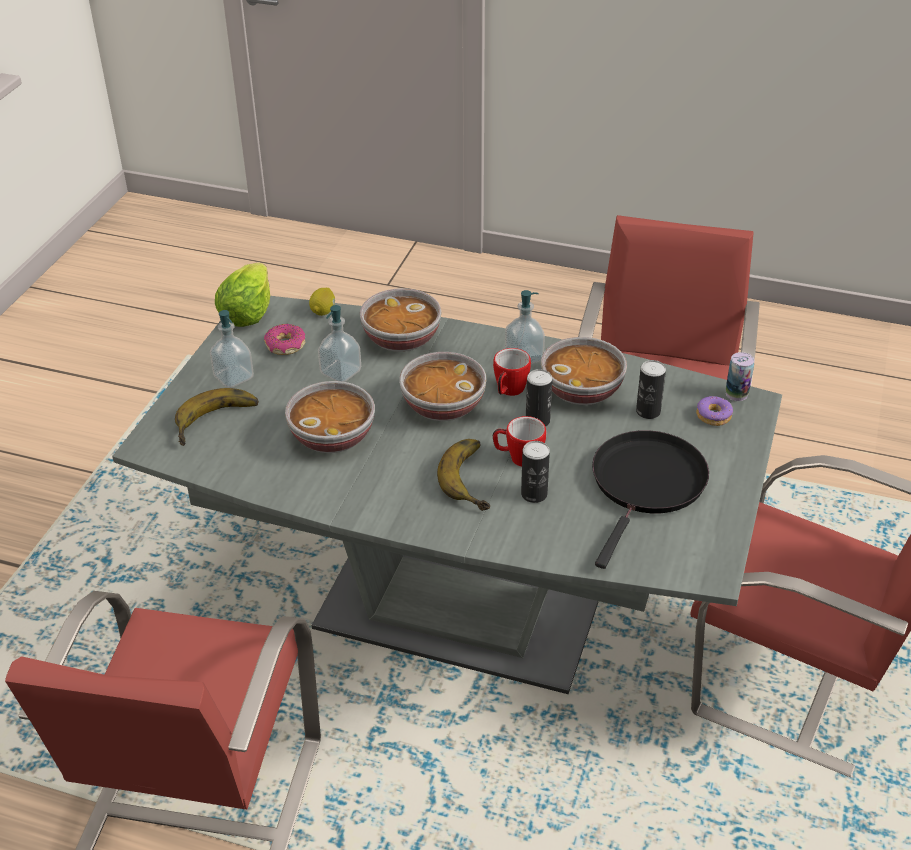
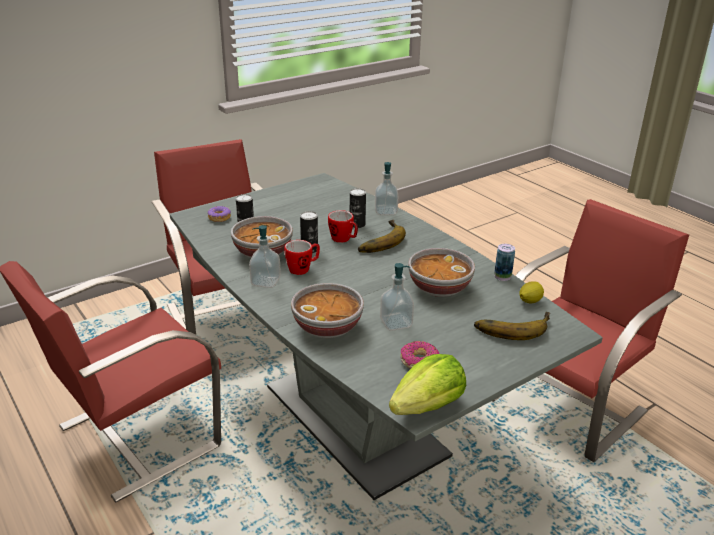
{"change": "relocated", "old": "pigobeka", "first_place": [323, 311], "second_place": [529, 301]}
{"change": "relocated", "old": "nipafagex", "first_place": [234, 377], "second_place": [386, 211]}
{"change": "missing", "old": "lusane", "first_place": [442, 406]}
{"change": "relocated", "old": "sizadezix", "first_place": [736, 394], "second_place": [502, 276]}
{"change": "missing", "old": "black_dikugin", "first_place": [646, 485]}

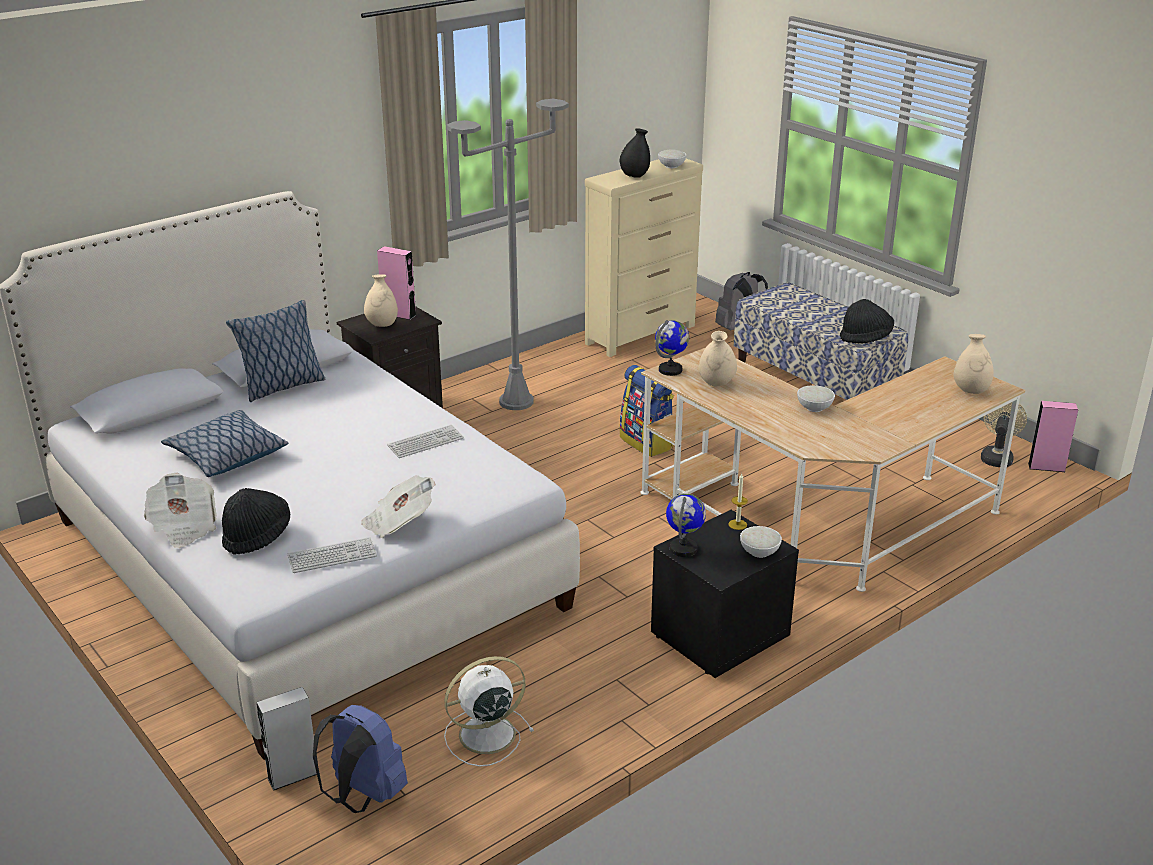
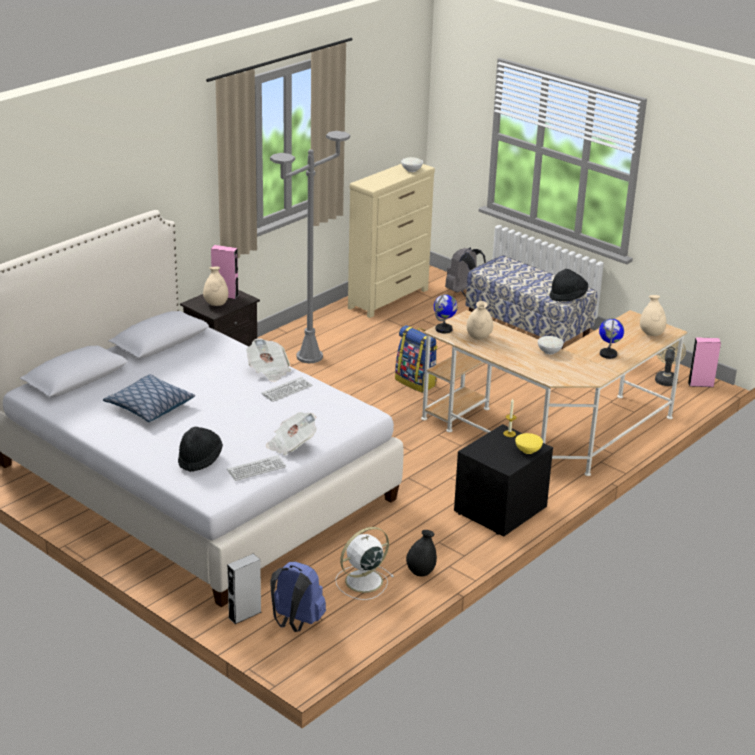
{"change": "relocated", "old": "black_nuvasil", "first_place": [634, 176], "second_place": [421, 572]}
{"change": "missing", "old": "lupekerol", "first_place": [282, 387]}
{"change": "relocated", "old": "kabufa", "first_place": [183, 527], "second_place": [268, 371]}
{"change": "relocated", "old": "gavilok", "first_place": [683, 549], "second_place": [608, 354]}
{"change": "colour", "old": "white_lusane", "new": "yellow_lusane", "first_place": [760, 552], "second_place": [528, 450]}

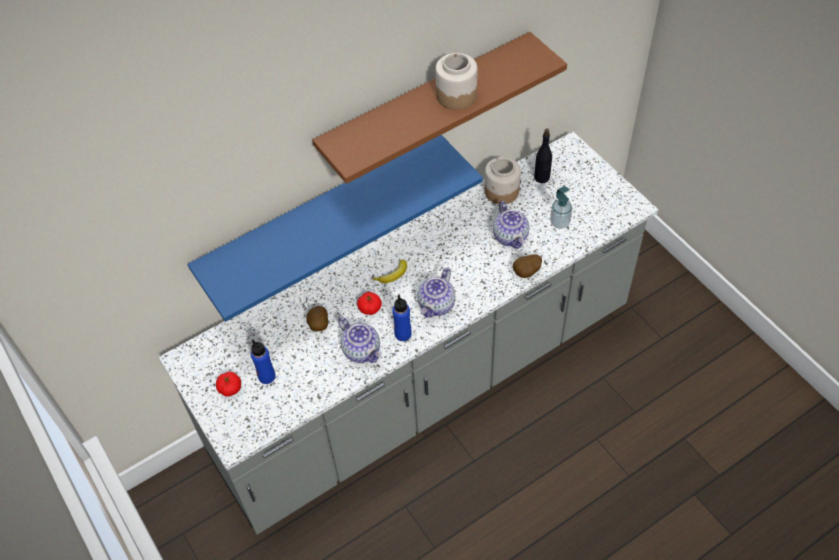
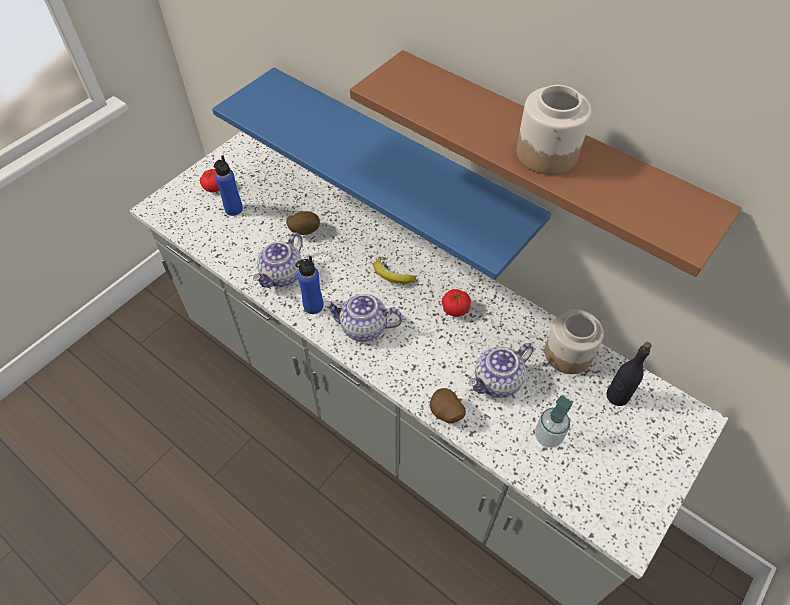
{"change": "relocated", "old": "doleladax", "first_place": [370, 308], "second_place": [455, 309]}

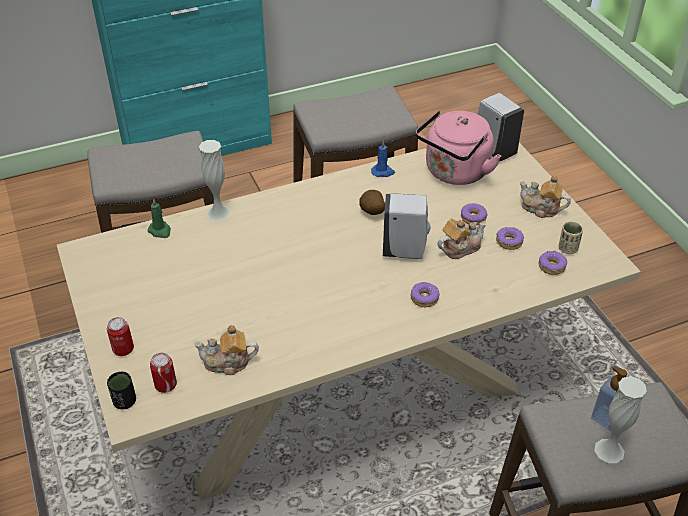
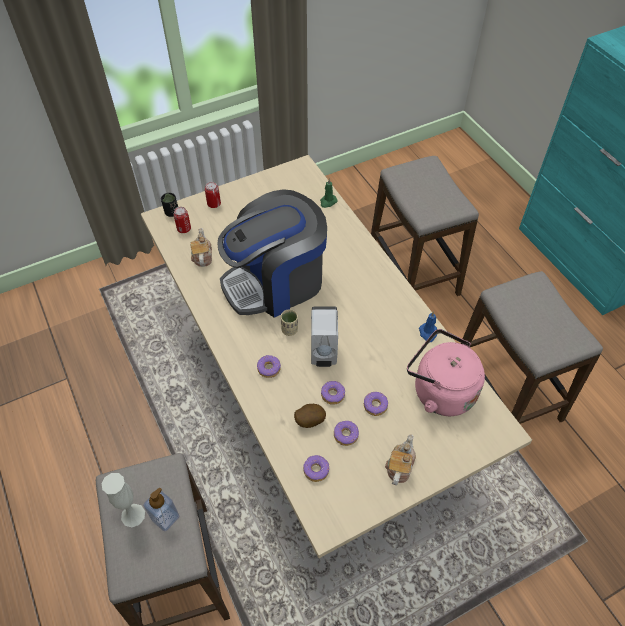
{"change": "missing", "old": "white_nipafagex", "first_place": [493, 150]}
{"change": "missing", "old": "white_nuvasil", "first_place": [218, 213]}
{"change": "relocated", "old": "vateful", "first_place": [371, 213], "second_place": [309, 420]}
{"change": "exchanged", "old": "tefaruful", "new": "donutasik", "first_place": [459, 248], "second_place": [332, 394]}
{"change": "relocated", "old": "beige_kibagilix", "first_place": [567, 249], "second_place": [289, 330]}
{"change": "appeared", "new": "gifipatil", "second_place": [276, 282]}

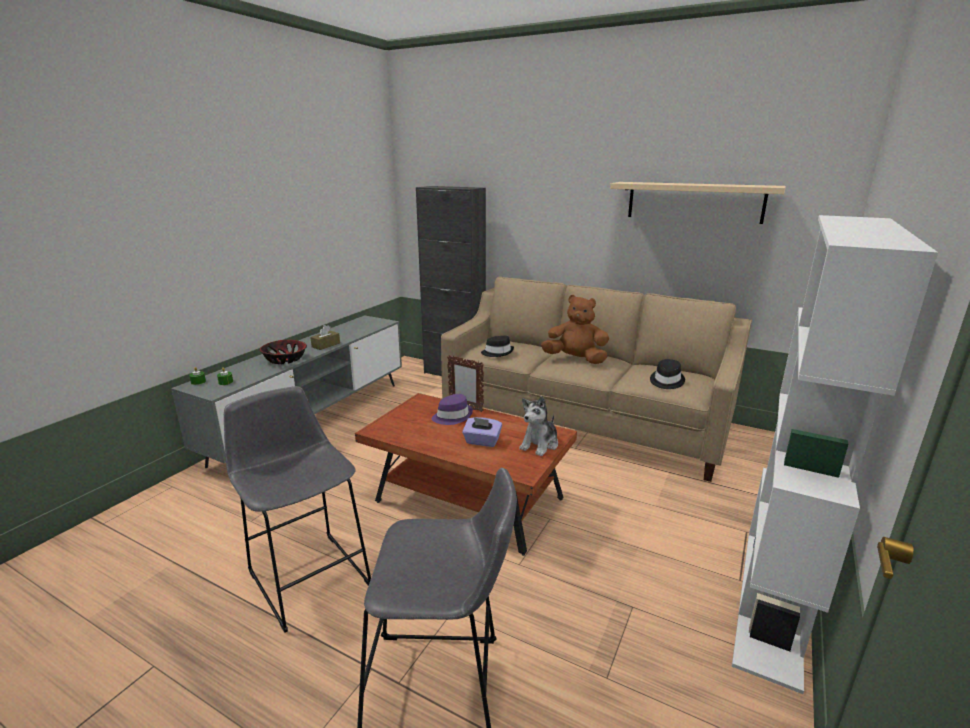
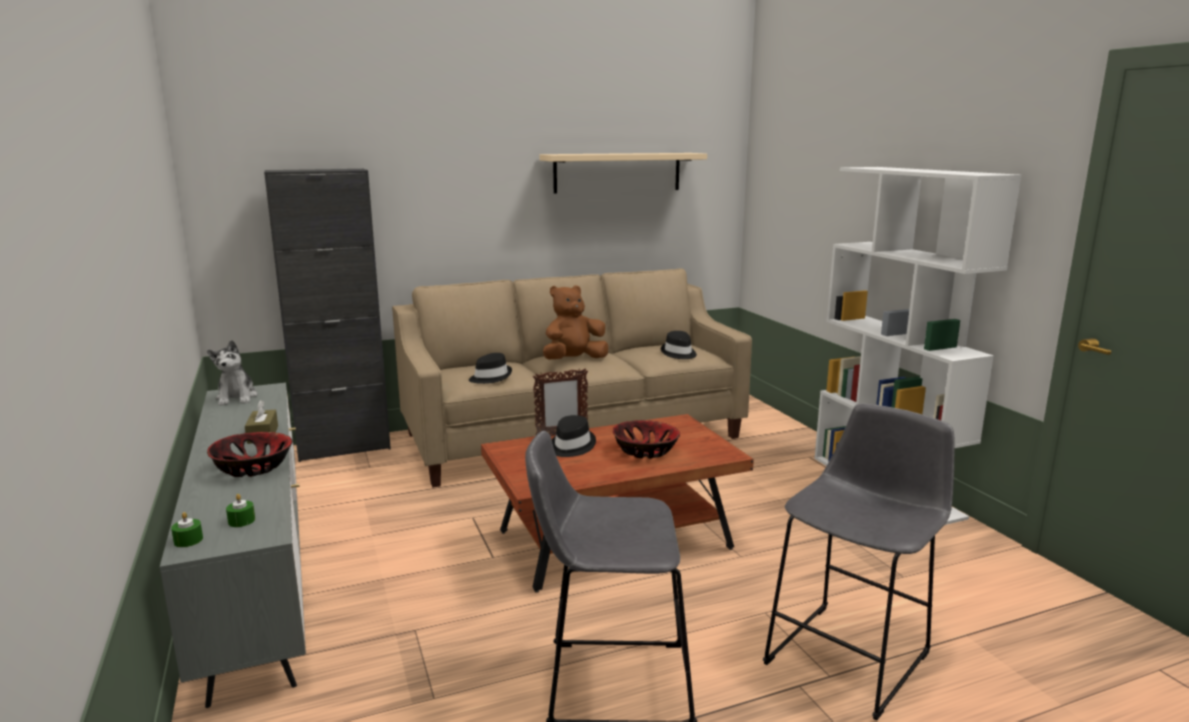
{"change": "colour", "old": "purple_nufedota", "new": "black_nufedota", "first_place": [452, 416], "second_place": [570, 446]}
{"change": "relocated", "old": "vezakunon", "first_place": [540, 444], "second_place": [237, 398]}
{"change": "exchanged", "old": "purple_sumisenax", "new": "lusane", "first_place": [482, 441], "second_place": [645, 451]}

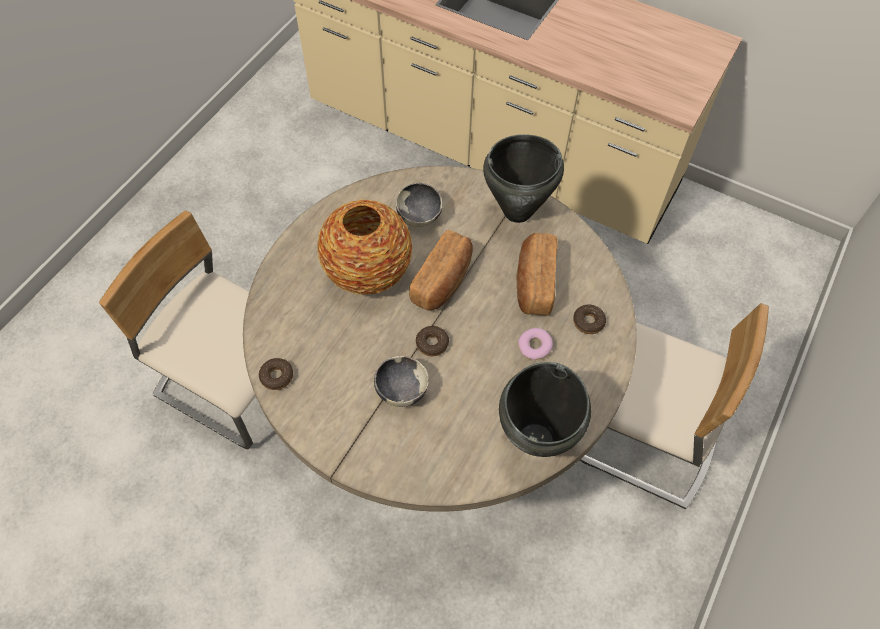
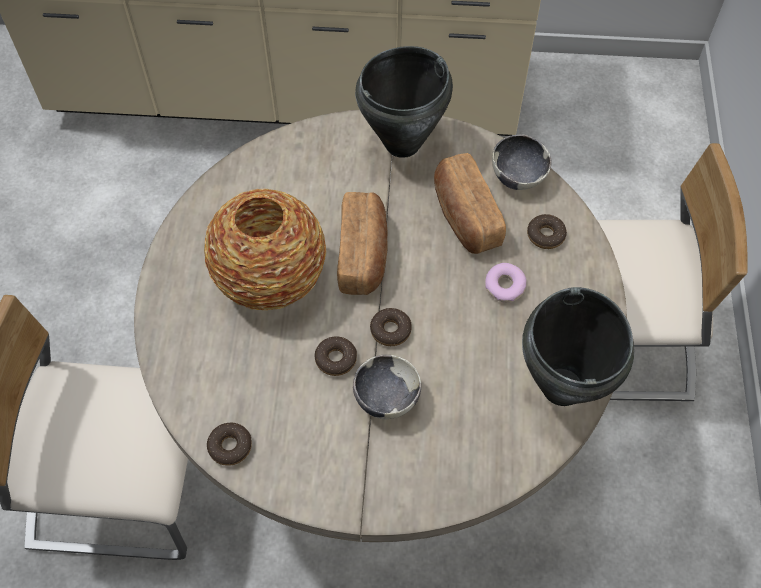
{"change": "relocated", "old": "lusane", "first_place": [419, 217], "second_place": [518, 177]}
{"change": "appeared", "new": "donutasik", "second_place": [336, 359]}

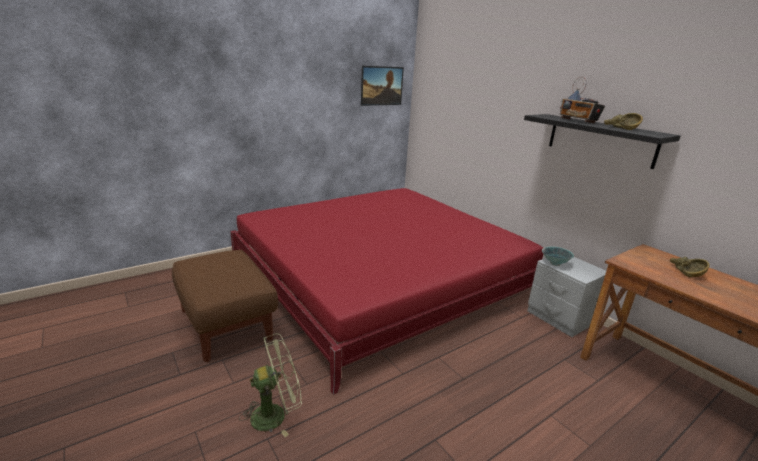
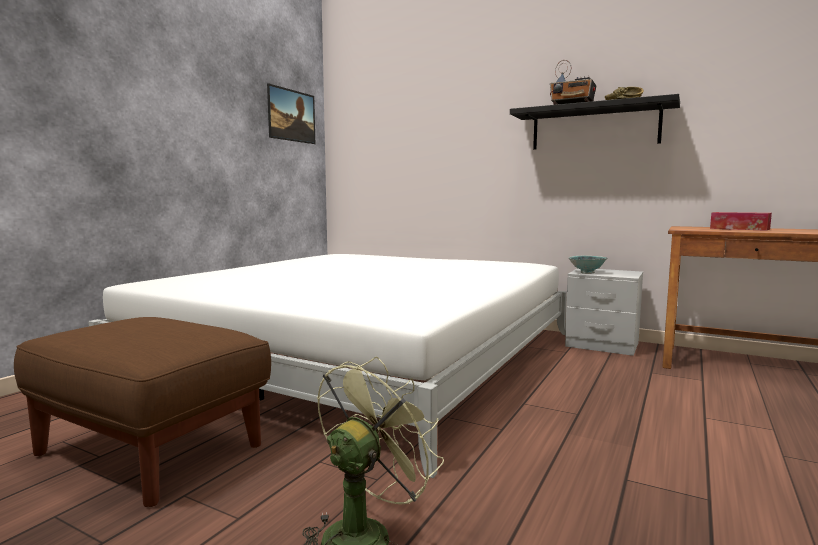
{"change": "colour", "old": "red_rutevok", "new": "white_rutevok", "first_place": [380, 277], "second_place": [360, 353]}
{"change": "exchanged", "old": "brown_lusane", "new": "sumisenax", "first_place": [684, 272], "second_place": [739, 229]}

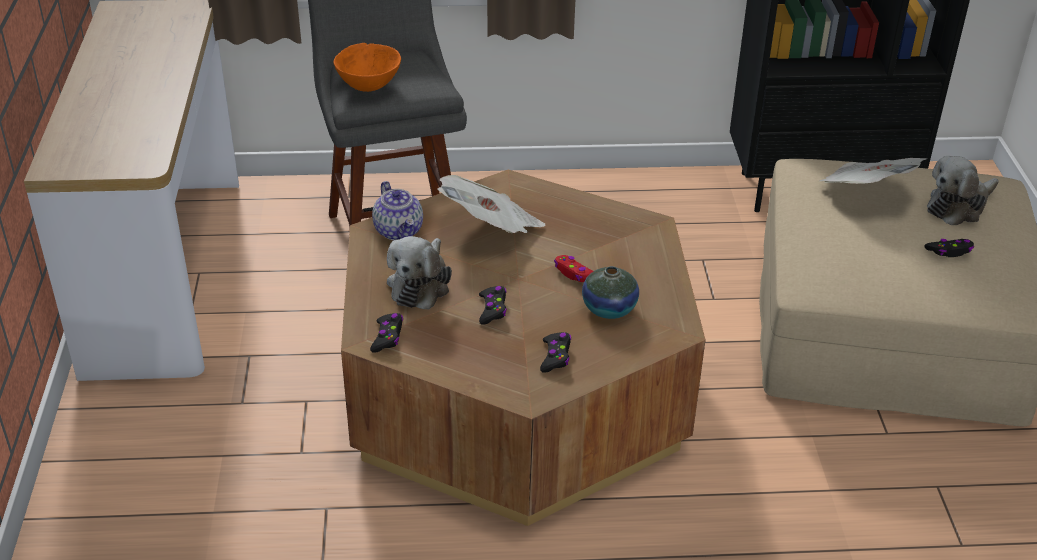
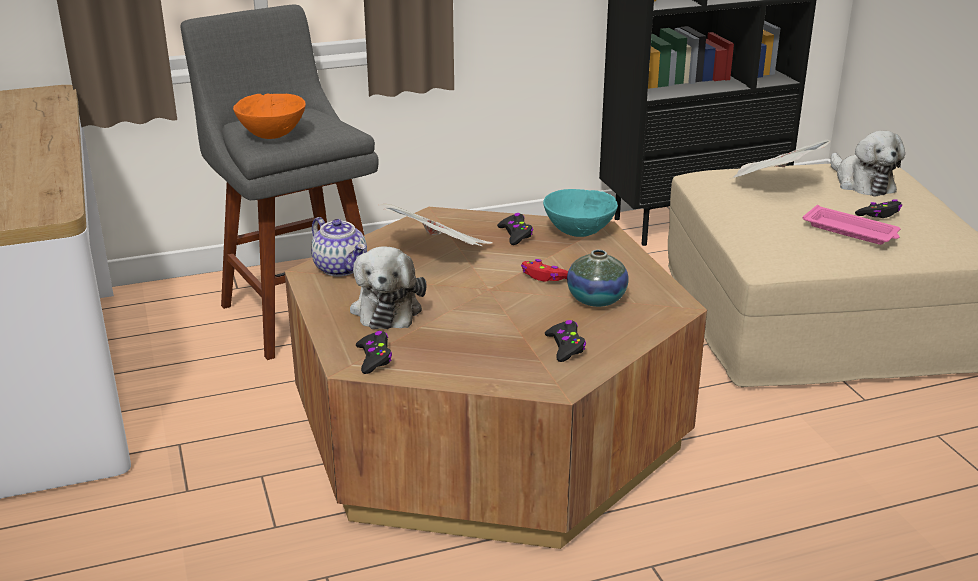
{"change": "spun", "old": "vezakunon", "first_place": [958, 206], "second_place": [861, 183], "degrees": -60}
{"change": "relocated", "old": "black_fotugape", "first_place": [492, 309], "second_place": [515, 234]}
{"change": "appeared", "new": "turquoise_lusane", "second_place": [578, 233]}
{"change": "appeared", "new": "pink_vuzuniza", "second_place": [851, 231]}

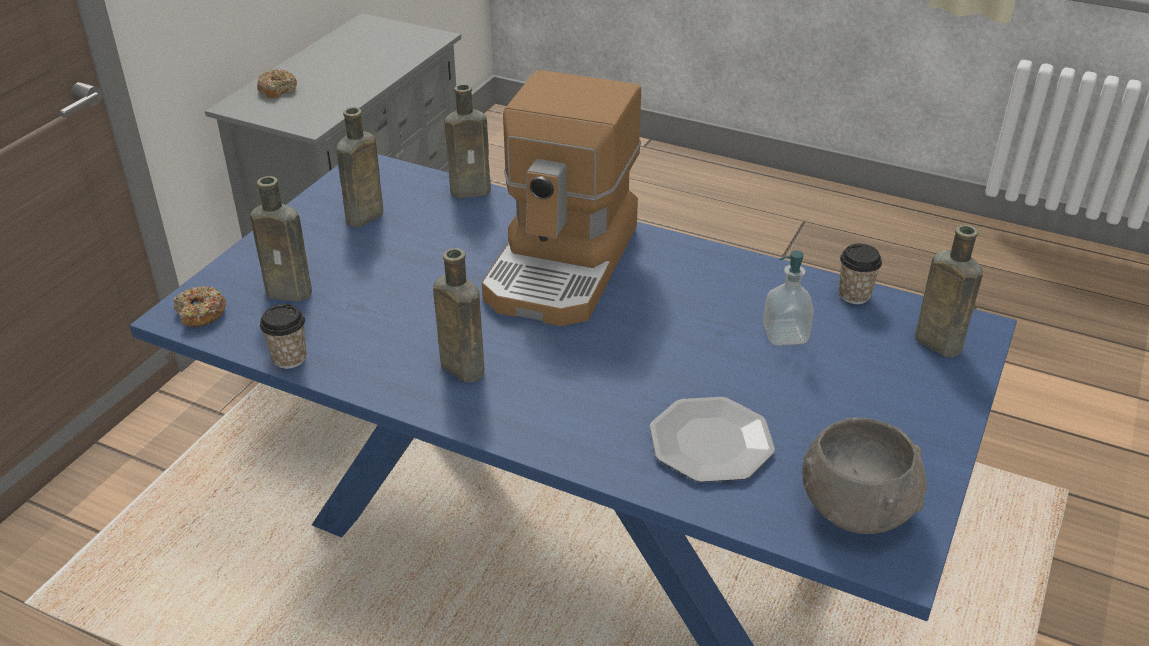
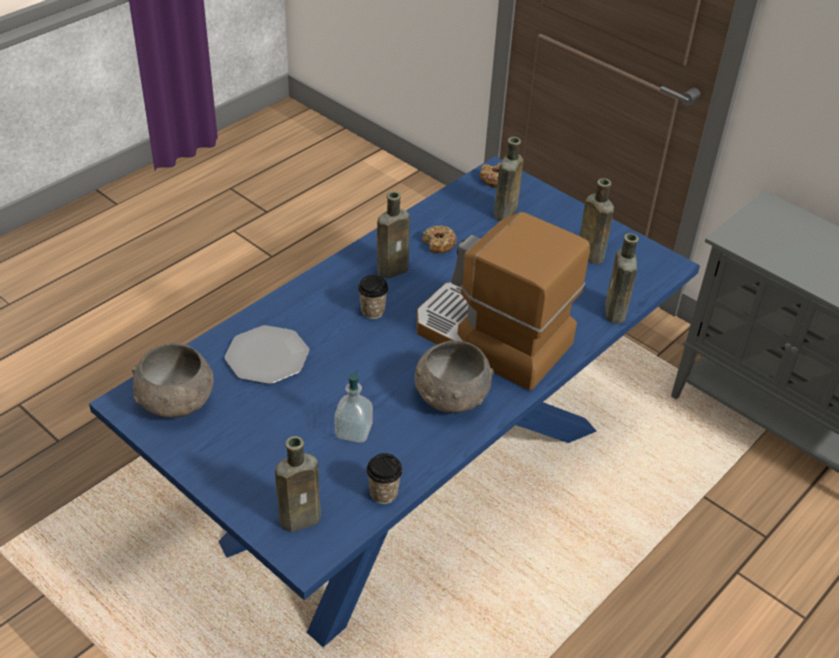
{"change": "relocated", "old": "donutasik", "first_place": [277, 90], "second_place": [439, 244]}
{"change": "relocated", "old": "kibagilix", "first_place": [289, 358], "second_place": [372, 311]}
{"change": "appeared", "new": "grey_lusane", "second_place": [450, 397]}

